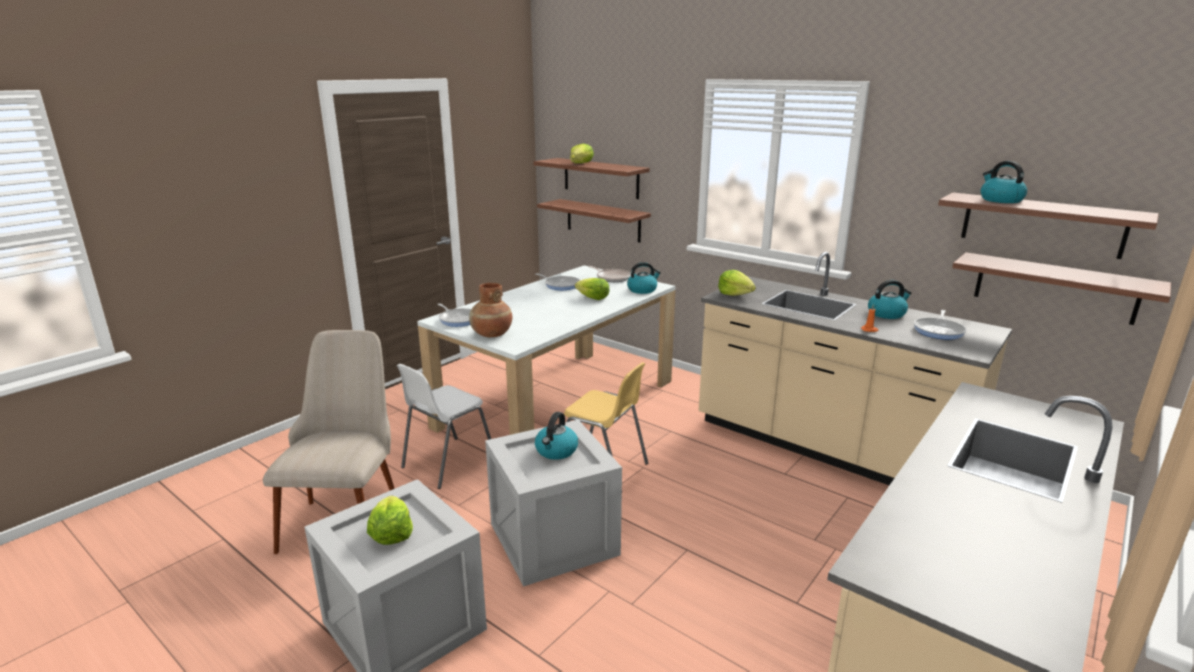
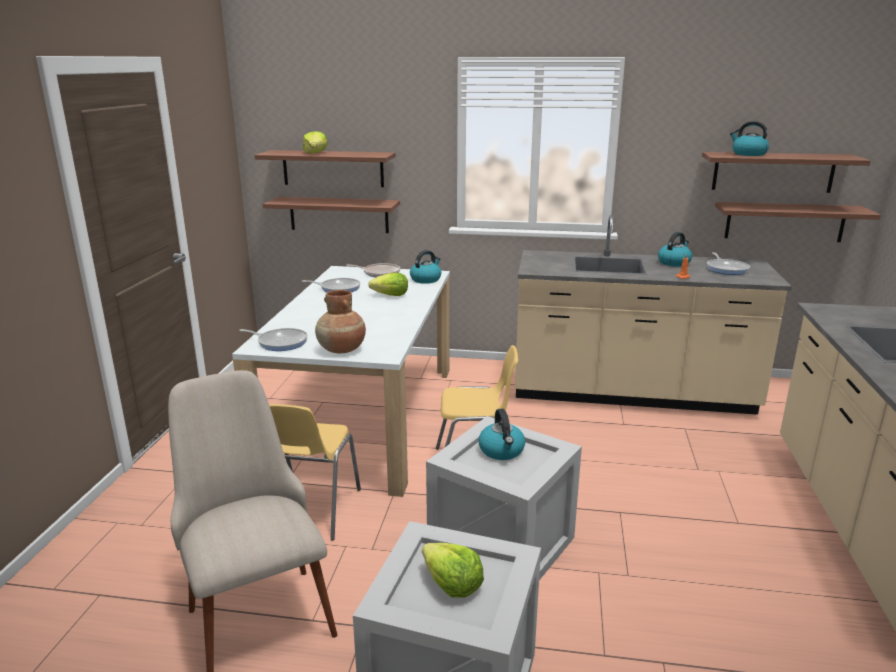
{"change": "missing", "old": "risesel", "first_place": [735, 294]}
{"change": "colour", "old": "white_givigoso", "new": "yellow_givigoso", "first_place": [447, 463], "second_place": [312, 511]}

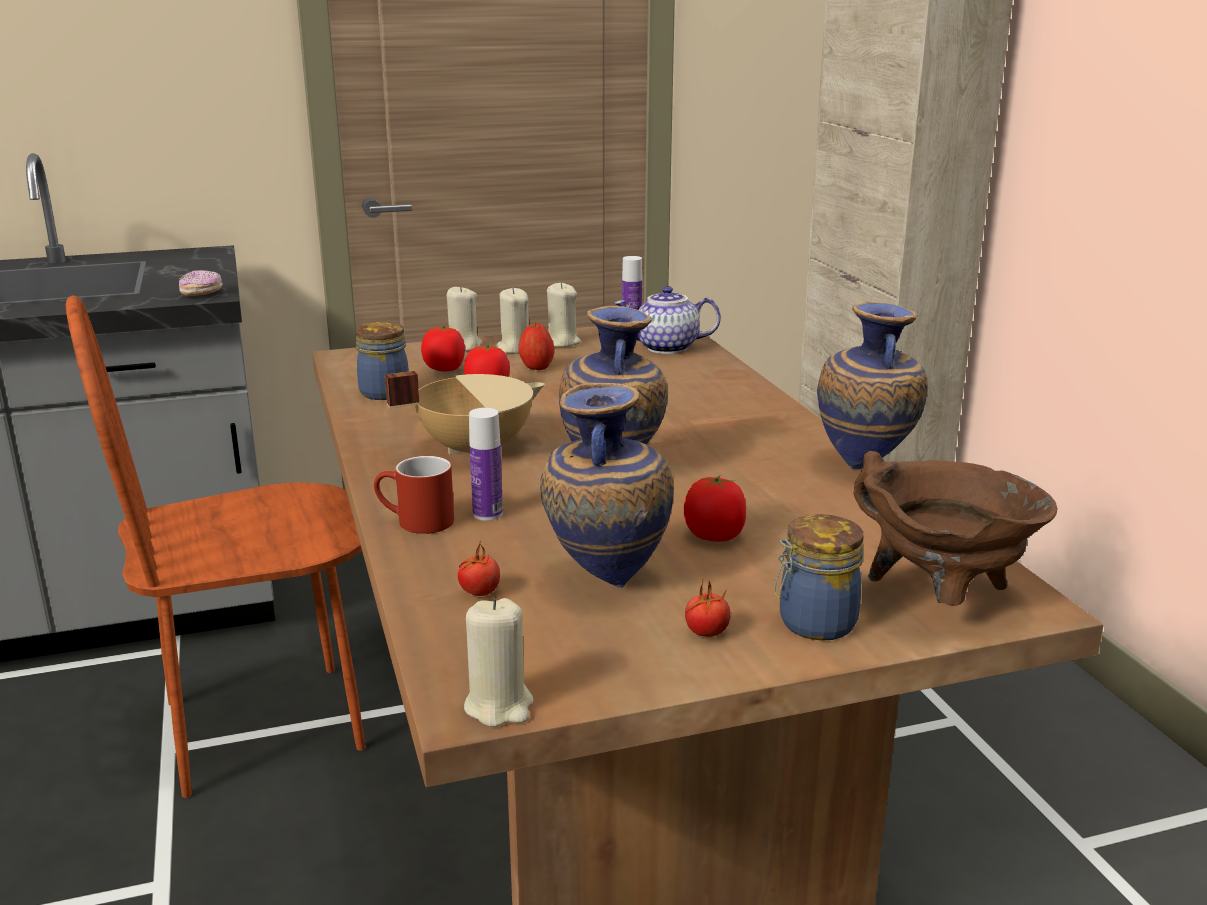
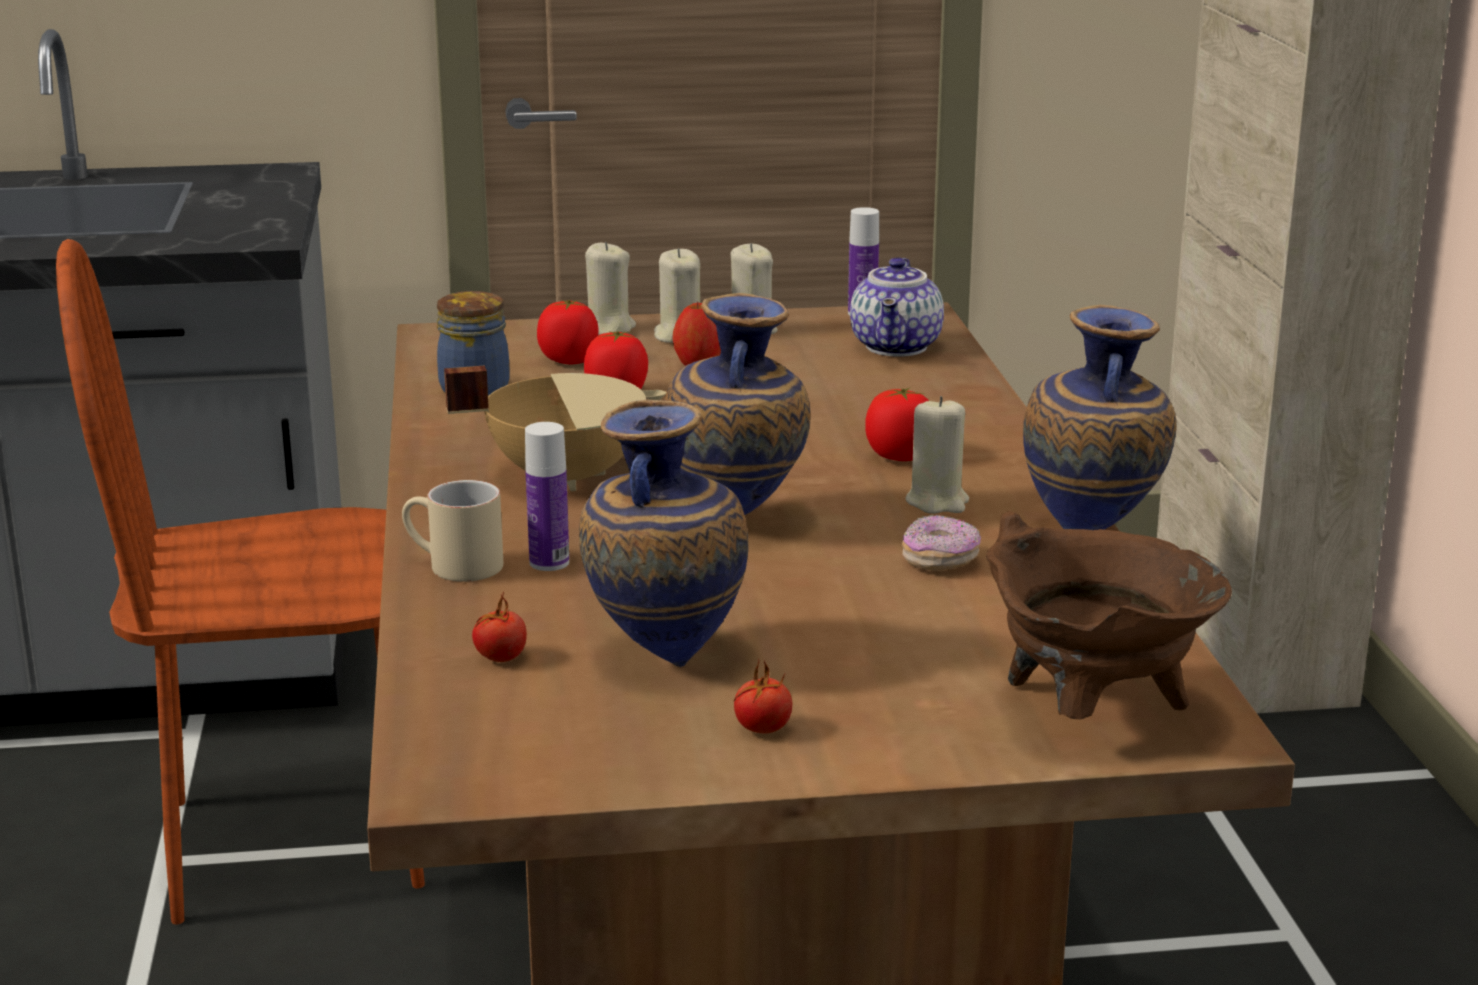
{"change": "relocated", "old": "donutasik", "first_place": [202, 293], "second_place": [940, 561]}
{"change": "spun", "old": "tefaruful", "first_place": [666, 348], "second_place": [898, 347], "degrees": -90}
{"change": "colour", "old": "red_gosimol", "new": "beige_gosimol", "first_place": [415, 522], "second_place": [452, 566]}
{"change": "relocated", "old": "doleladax", "first_place": [714, 536], "second_place": [900, 457]}
{"change": "missing", "old": "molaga", "first_place": [814, 624]}
{"change": "relocated", "old": "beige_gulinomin", "first_place": [499, 706], "second_place": [937, 502]}

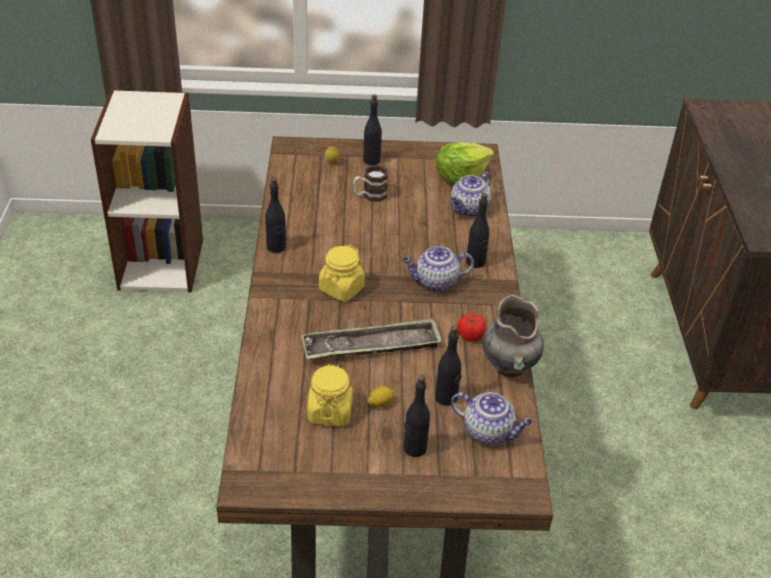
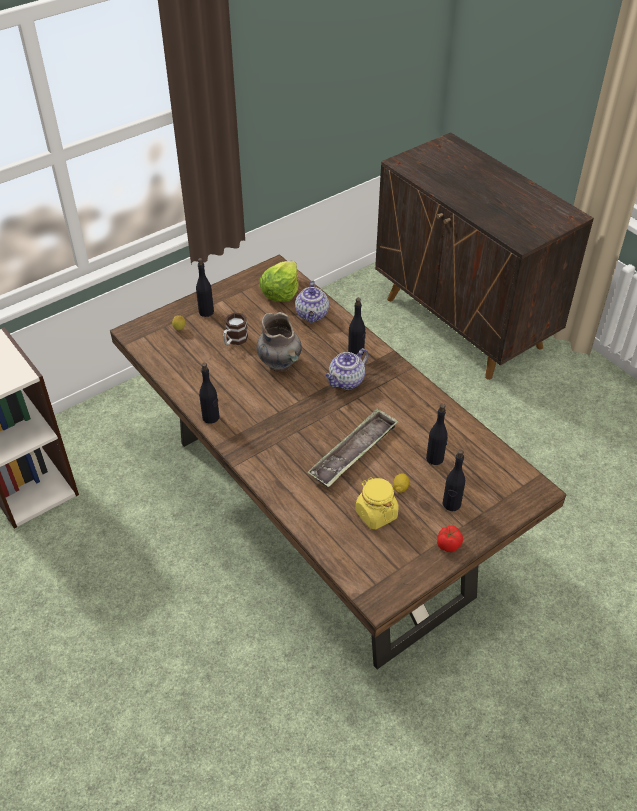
{"change": "missing", "old": "yellow_molaga", "first_place": [341, 289]}
{"change": "relocated", "old": "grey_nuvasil", "first_place": [509, 367], "second_place": [280, 364]}
{"change": "relocated", "old": "doleladax", "first_place": [470, 335], "second_place": [448, 545]}
{"change": "missing", "old": "tefaruful", "first_place": [489, 432]}

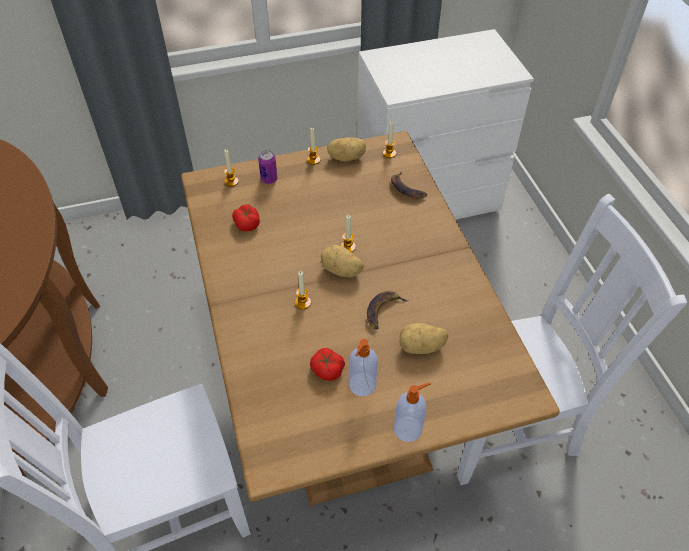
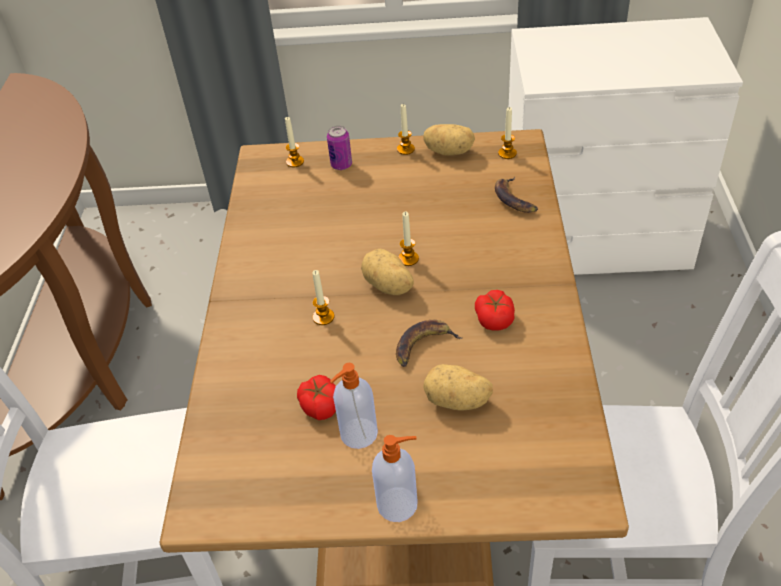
{"change": "relocated", "old": "doleladax", "first_place": [247, 223], "second_place": [494, 318]}

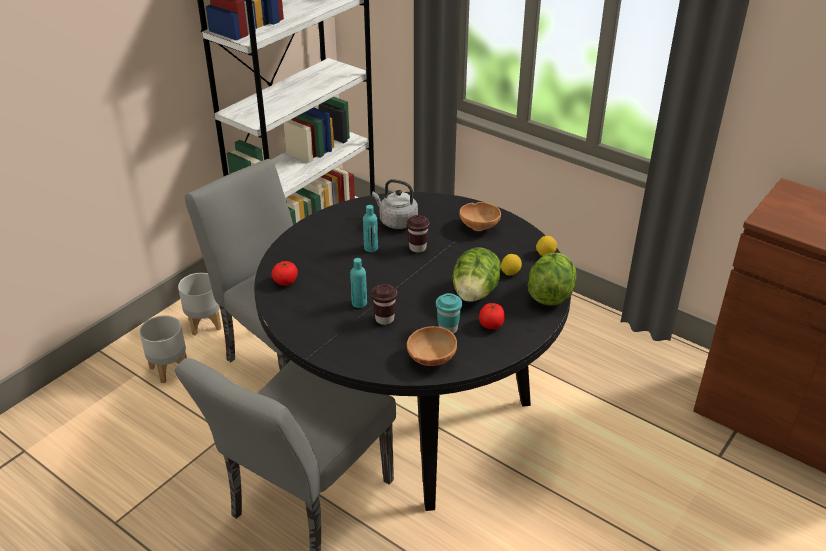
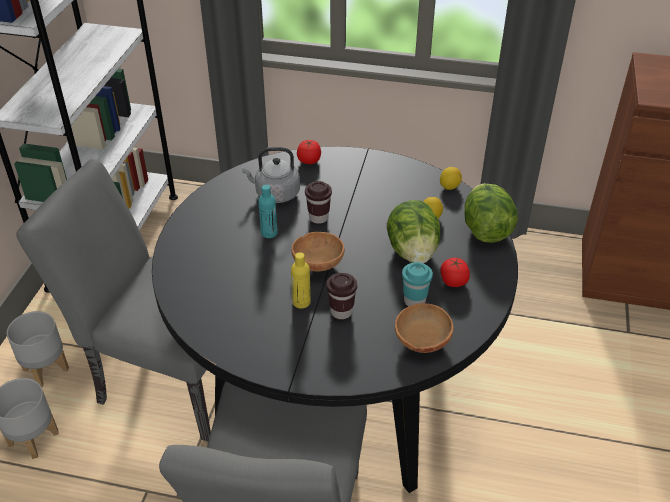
{"change": "relocated", "old": "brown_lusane", "first_place": [480, 226], "second_place": [318, 263]}
{"change": "colour", "old": "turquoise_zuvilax", "new": "yellow_zuvilax", "first_place": [359, 303], "second_place": [301, 302]}
{"change": "relocated", "old": "doleladax", "first_place": [285, 281], "second_place": [309, 160]}

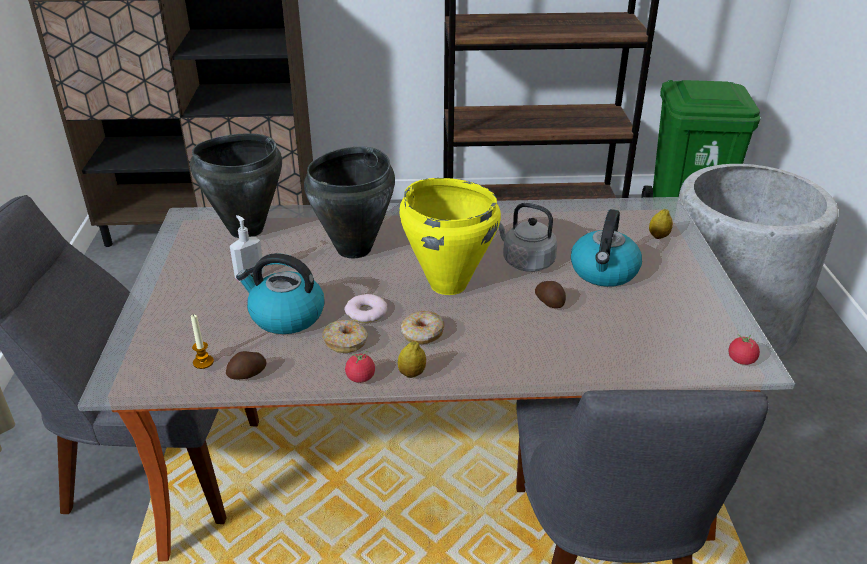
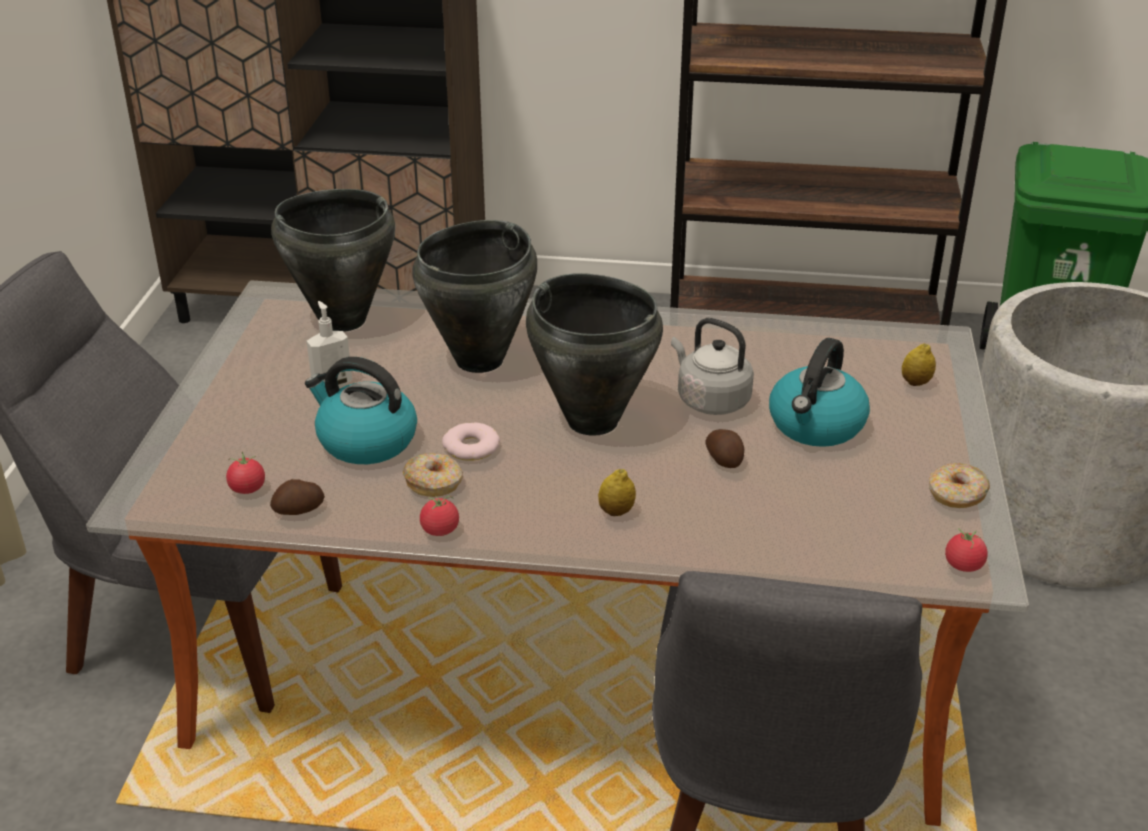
{"change": "colour", "old": "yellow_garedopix", "new": "black_garedopix", "first_place": [448, 284], "second_place": [592, 420]}
{"change": "relocated", "old": "donutasik", "first_place": [422, 334], "second_place": [956, 495]}
{"change": "exchanged", "old": "gulinomin", "new": "doleladax", "first_place": [203, 362], "second_place": [247, 489]}
{"change": "relocated", "old": "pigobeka", "first_place": [412, 373], "second_place": [616, 511]}

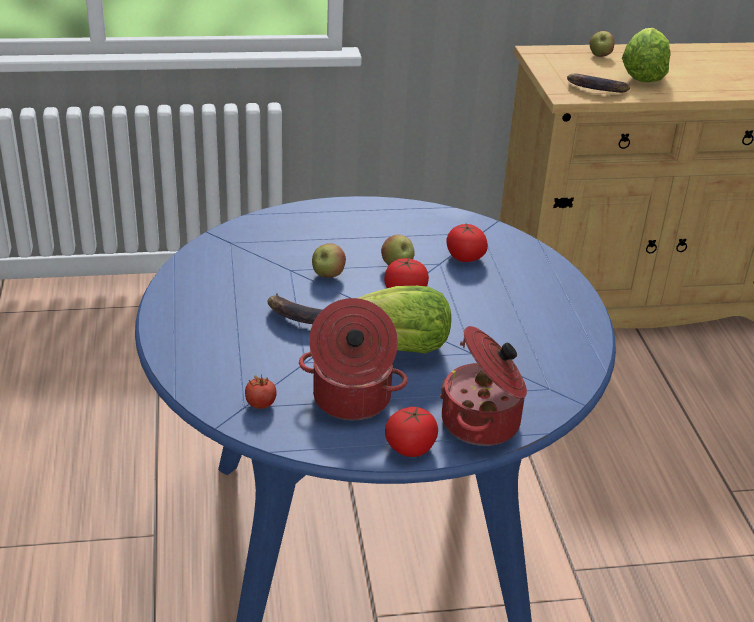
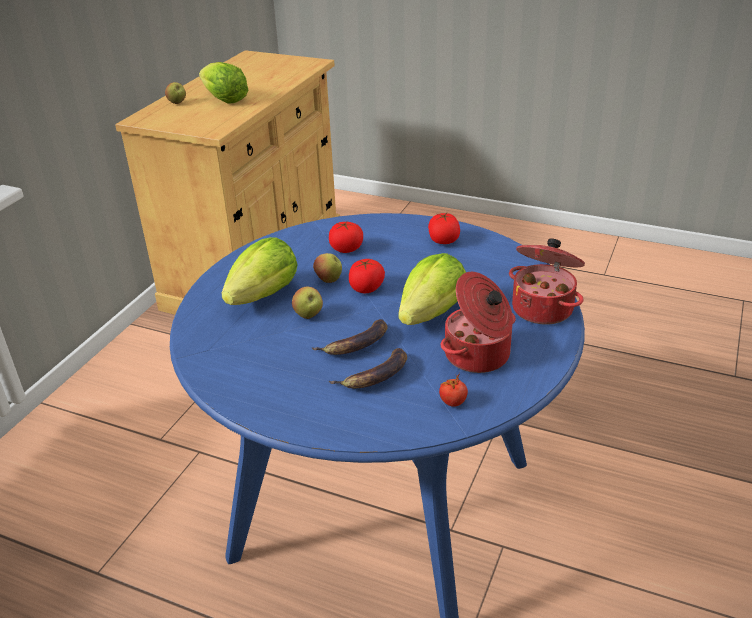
{"change": "relocated", "old": "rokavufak", "first_place": [594, 89], "second_place": [375, 376]}
{"change": "relocated", "old": "doleladax", "first_place": [410, 447], "second_place": [443, 241]}
{"change": "appeared", "new": "risesel", "second_place": [264, 295]}

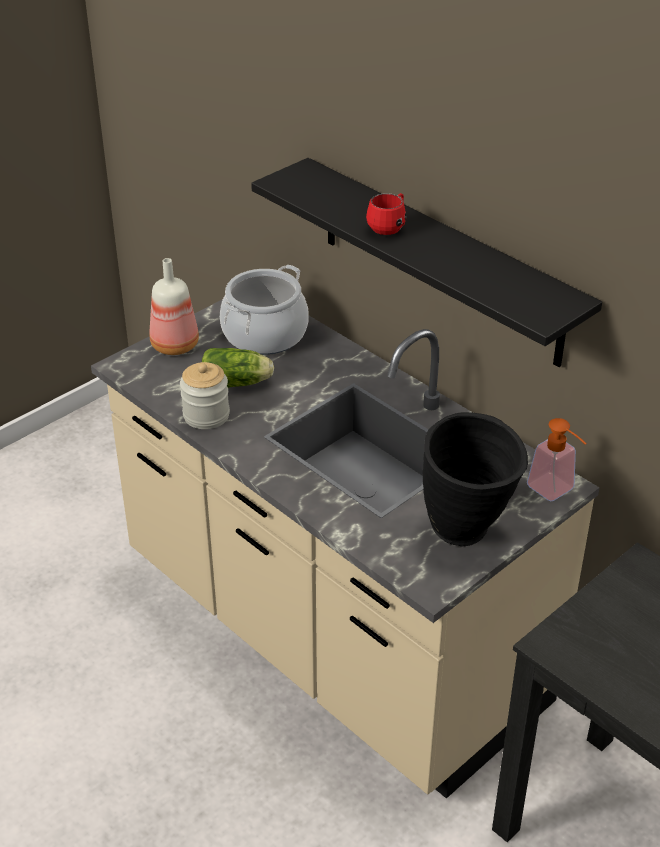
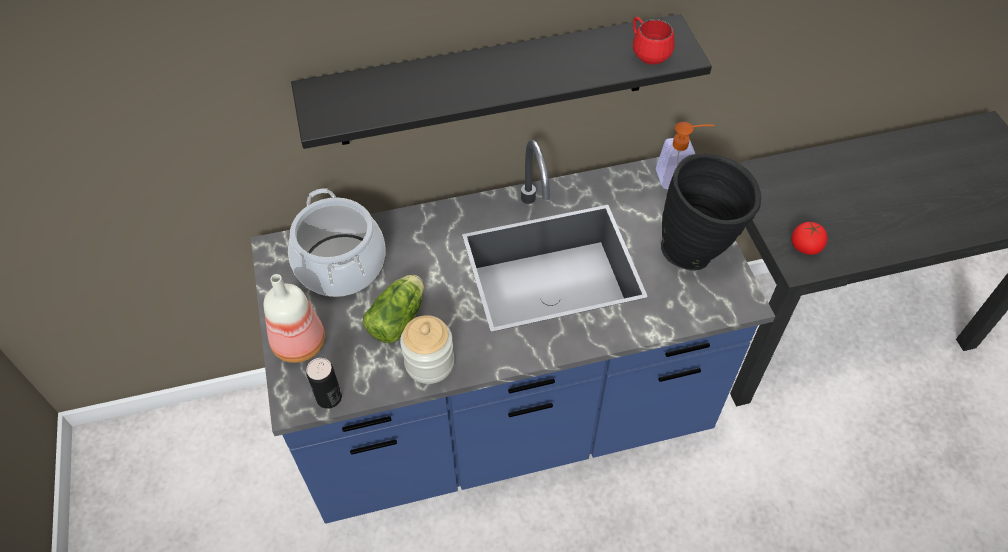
{"change": "relocated", "old": "red_gosimol", "first_place": [389, 227], "second_place": [647, 53]}
{"change": "colour", "old": "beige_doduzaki", "new": "blue_doduzaki", "first_place": [330, 633], "second_place": [505, 416]}
{"change": "appeared", "new": "doleladax", "second_place": [805, 247]}
{"change": "appeared", "new": "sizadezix", "second_place": [329, 398]}

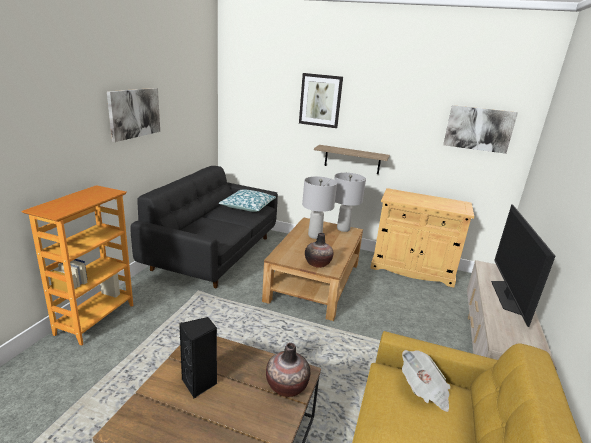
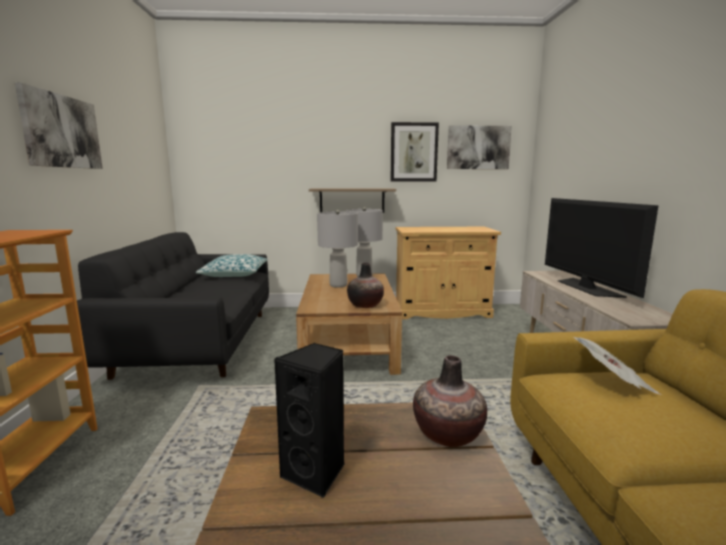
{"change": "relocated", "old": "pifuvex", "first_place": [320, 100], "second_place": [413, 152]}

